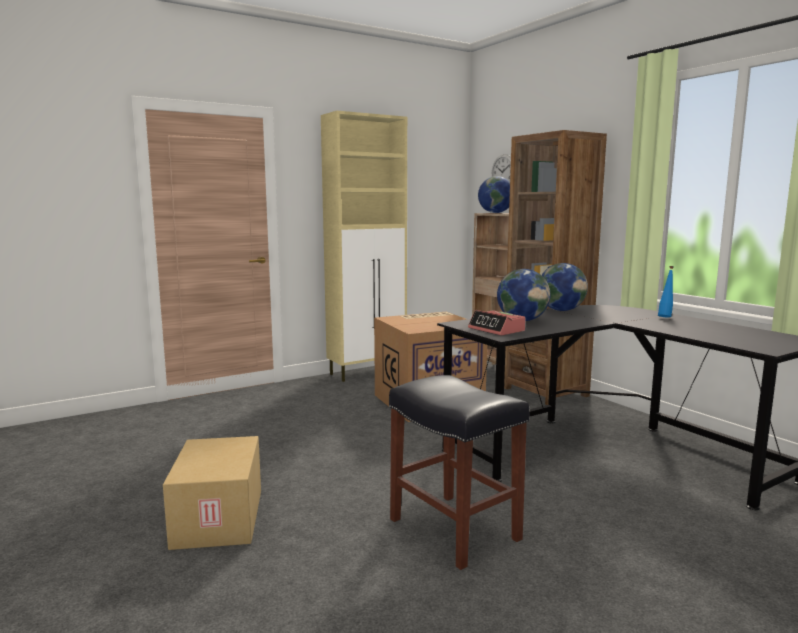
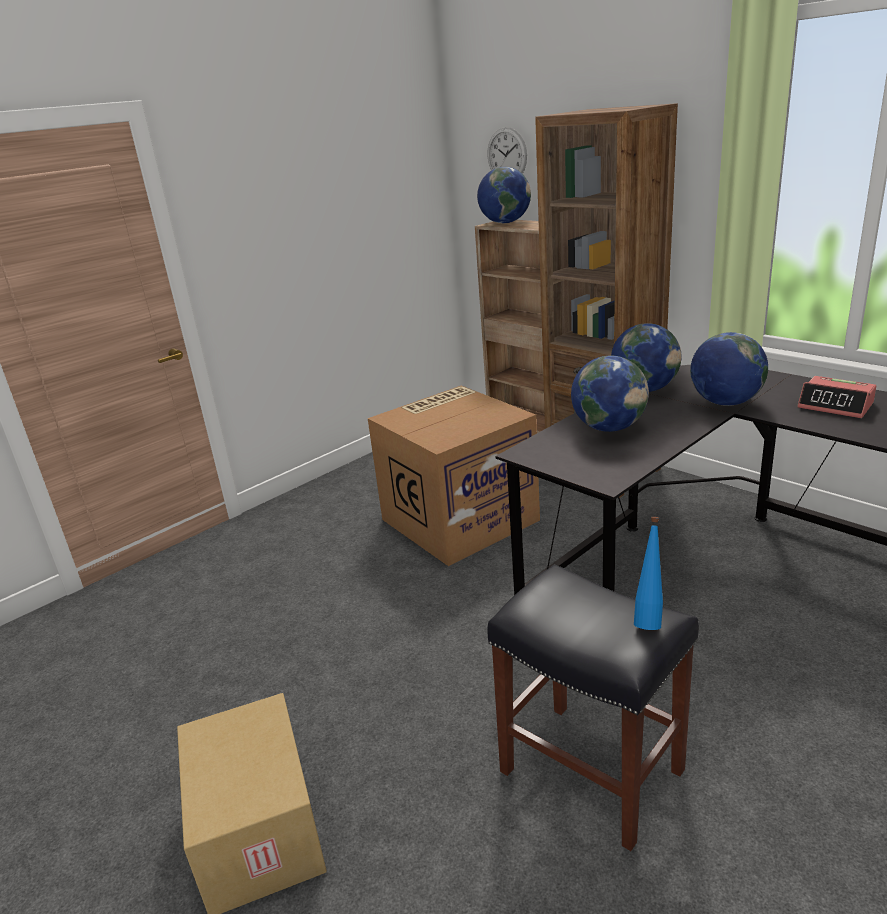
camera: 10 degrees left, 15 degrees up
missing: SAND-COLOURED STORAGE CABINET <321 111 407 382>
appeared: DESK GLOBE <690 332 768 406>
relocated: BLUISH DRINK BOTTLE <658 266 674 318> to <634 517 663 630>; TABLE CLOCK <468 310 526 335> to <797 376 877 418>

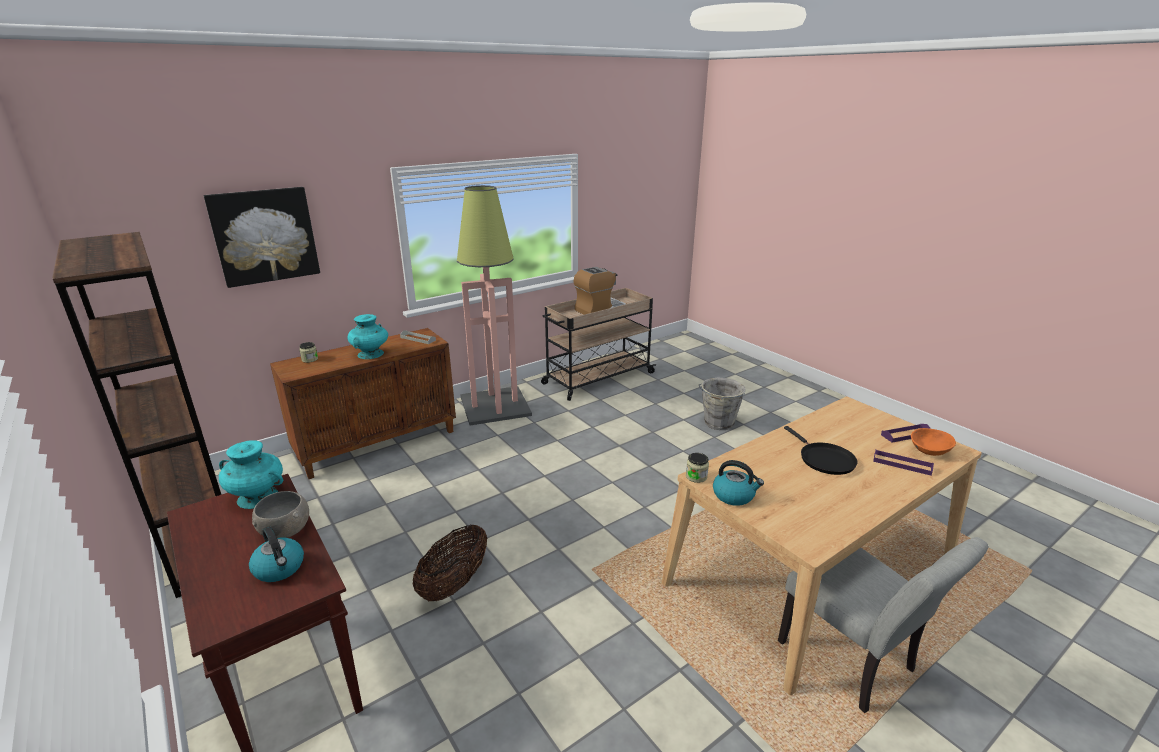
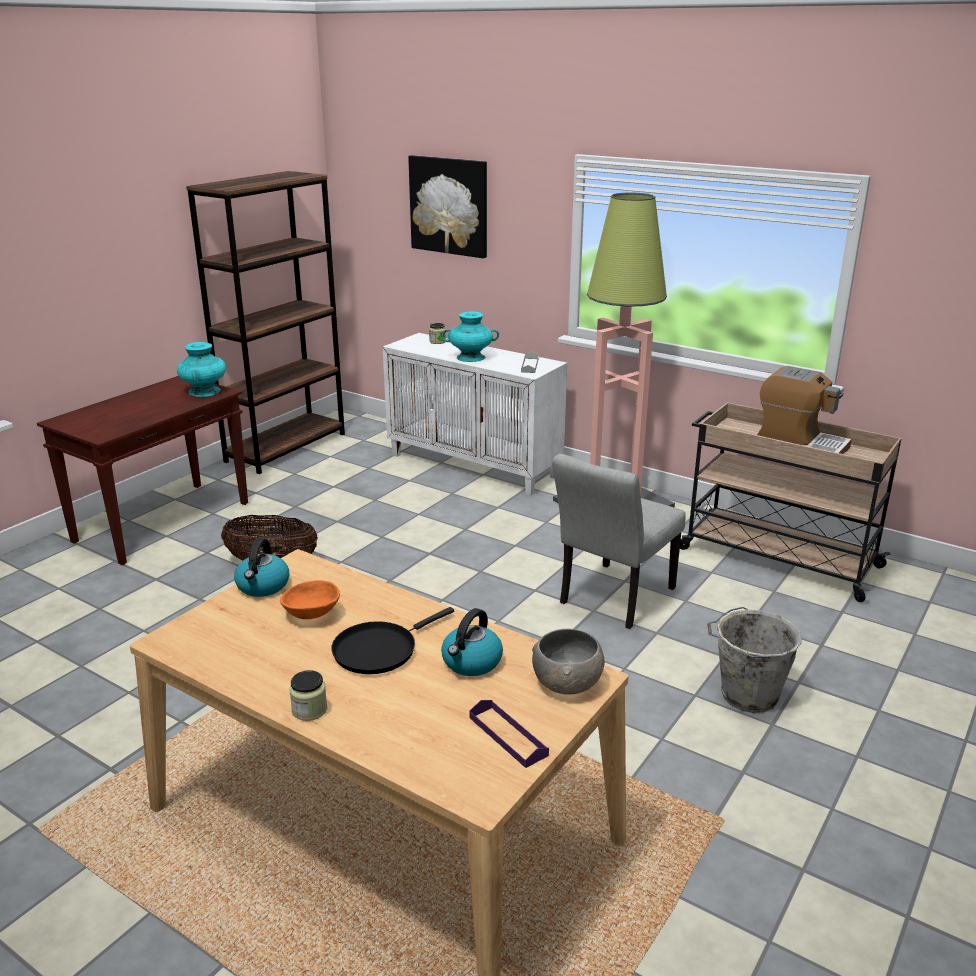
camera: 70 degrees right, 0 degrees up
missing: PURPLISH TRAY <873 450 934 476>
relocated: ORANGE DEEP DISH <911 428 956 456> to <280 580 340 619>; STORAGE JAR <686 453 709 483> to <289 670 327 721>; GRAY DEEP DISH <252 491 309 538> to <532 629 605 695>; TEA KETTLE <249 526 304 582> to <441 608 503 676>; GRAY PLAIN CHAIR <778 537 989 713> to <552 454 686 629>
colour: BROWNISH STORAGE CABINET <270 328 456 479> to WHITISH STORAGE CABINET <383 333 567 496>

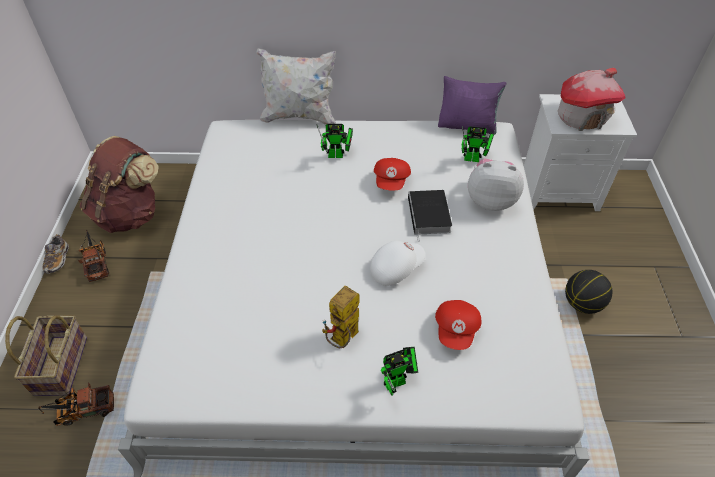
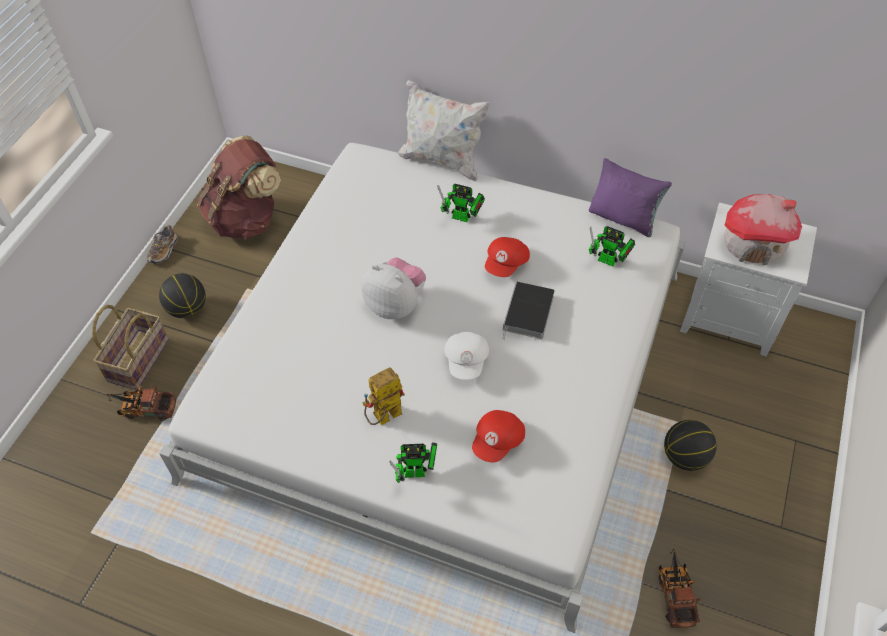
camera: 20 degrees right, 5 degrees up
appeared: BASKETBALL <159 273 206 318>
relocated: PLUSH TOY <468 159 524 211> to <361 258 426 319>; MODEL TRUCK <78 230 109 282> to <658 549 700 628>
spun: WHITISH BASEBALL CAP <370 241 425 286> = <444 332 489 380> 105 degrees clockwise

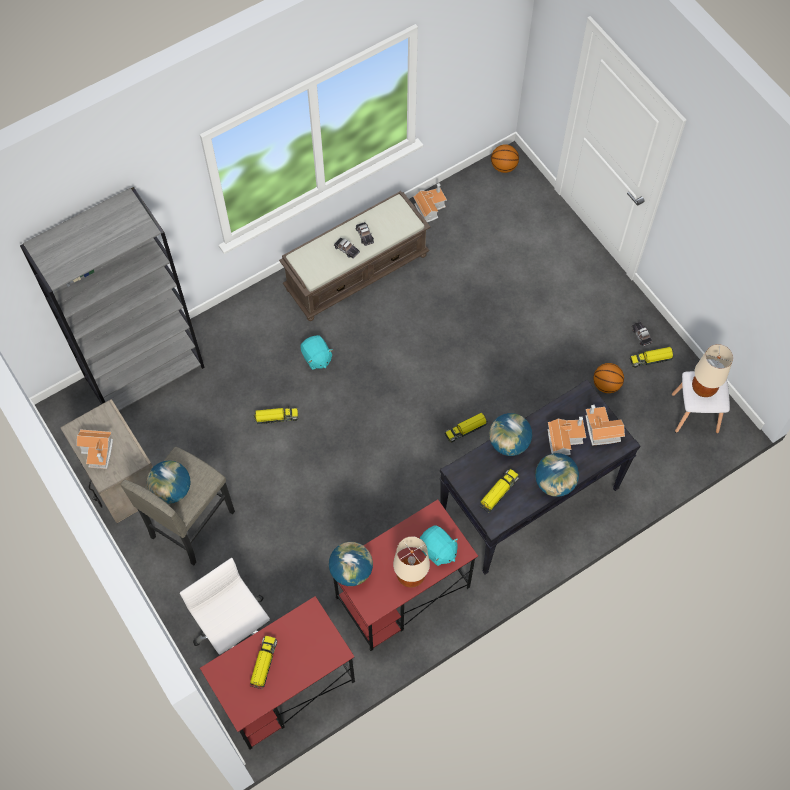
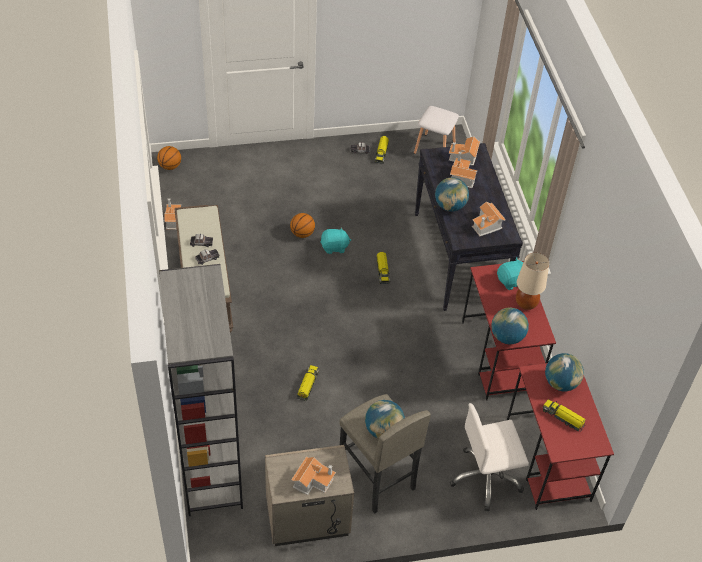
camera: 70 degrees left, 15 degrees down
missing: SAND-COLOURED LAMP FOR A TABLE <692 344 733 397>
relocated: TURQUOISE-COLOURED PLUSH TOY <301 335 333 370> to <320 227 351 254>; BASKETBALL <593 363 624 393> to <290 213 315 238>; DESK GLOBE <535 453 579 497> to <545 353 584 391>
exchanged: MODEL TRUCK <479 469 519 513> to TOY HOUSE <472 202 506 236>

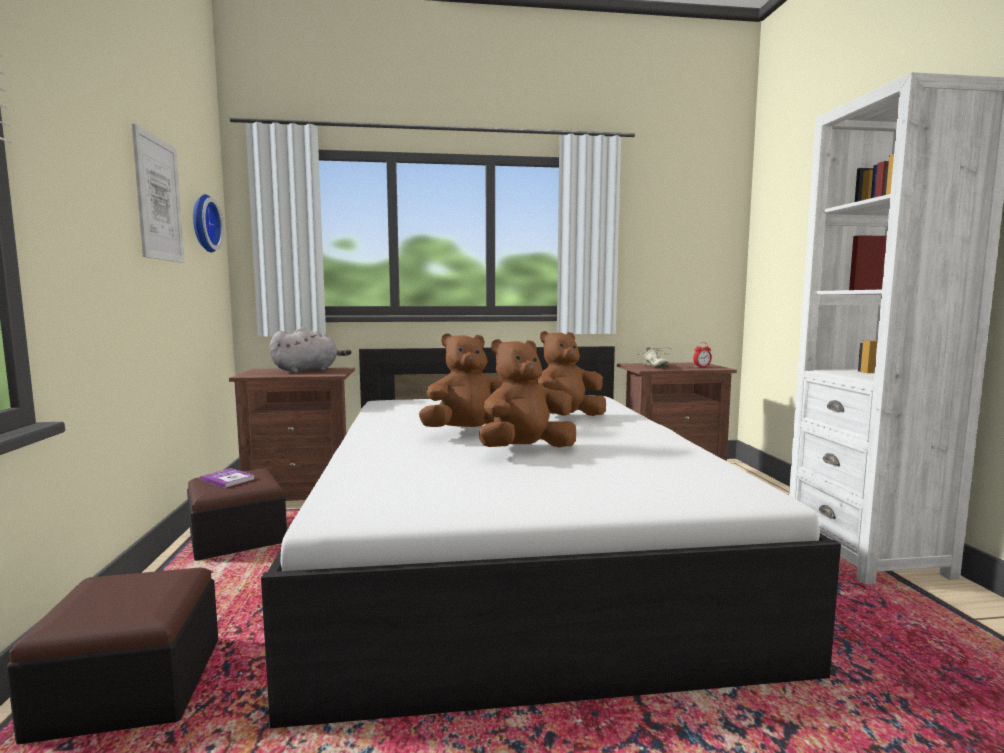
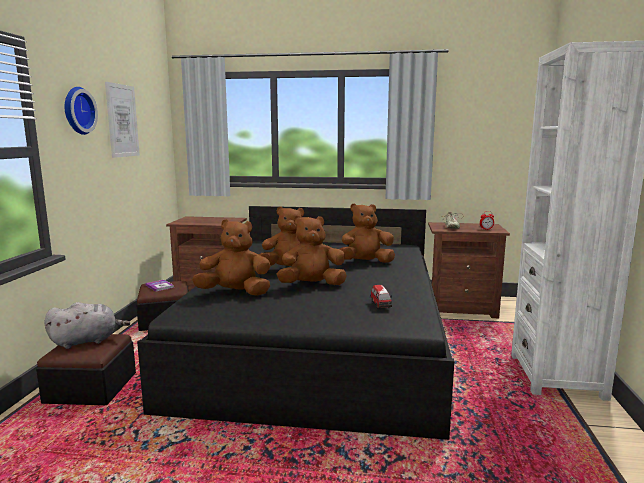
camera: 15 degrees right, 5 degrees up
appeared: BROWNISH PLUSH TOY <192 219 271 296>; MINIATURE CAR <371 285 392 309>
relocated: HANGING CLOCK <193 194 223 253> to <65 87 98 135>; GRAY PLUSH TOY <269 327 352 373> to <44 302 130 349>
colour: WHITISH BEDROOM BED <261 346 841 728> to BLACK-COLOURED BEDROOM BED <137 206 454 440>

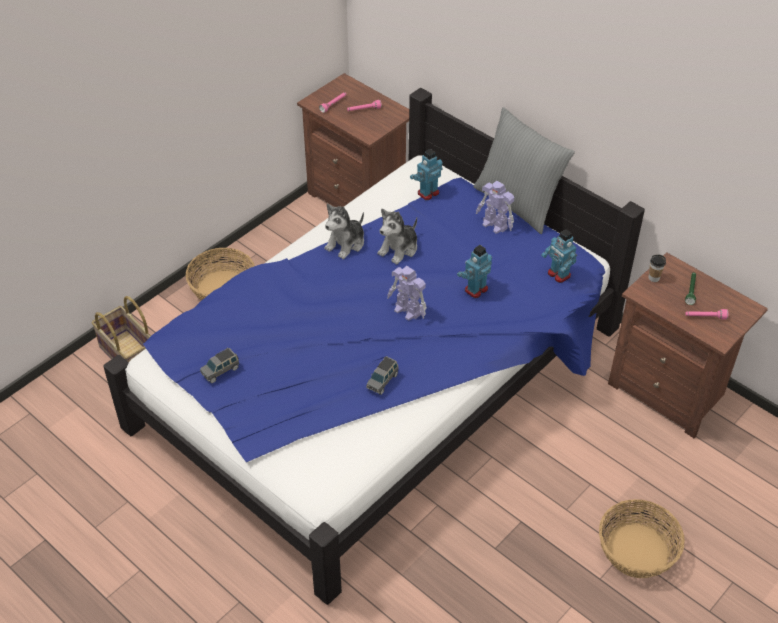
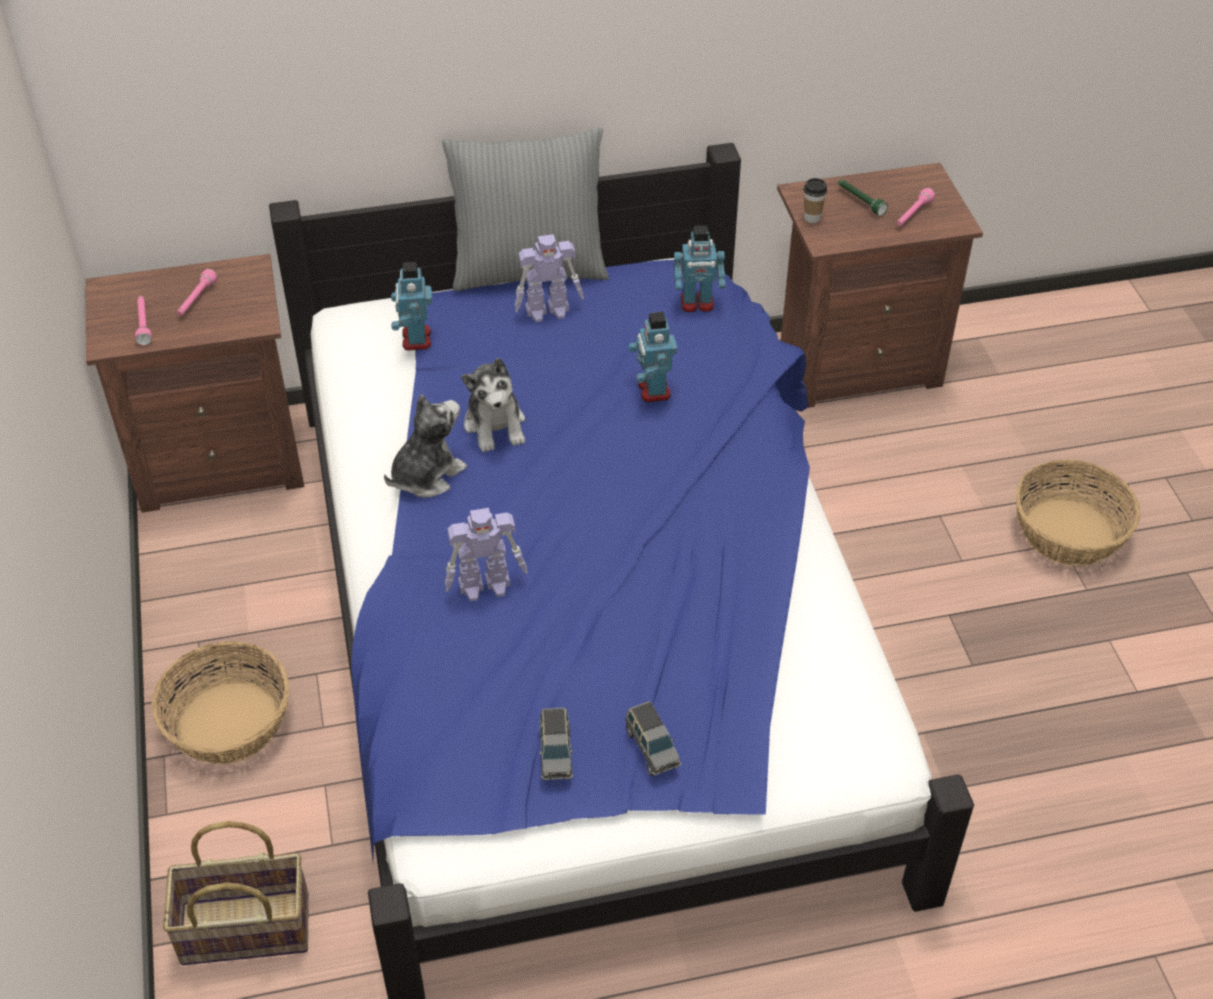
camera: 55 degrees left, 0 degrees up
relocated: TOY ROBOT <387 266 427 321> to <445 508 528 601>; GRAY MINIATURE CAR <366 356 399 395> to <626 701 681 776>
spun: PLUSH TOY <324 204 364 259> = <384 394 467 498> 120 degrees counterclockwise

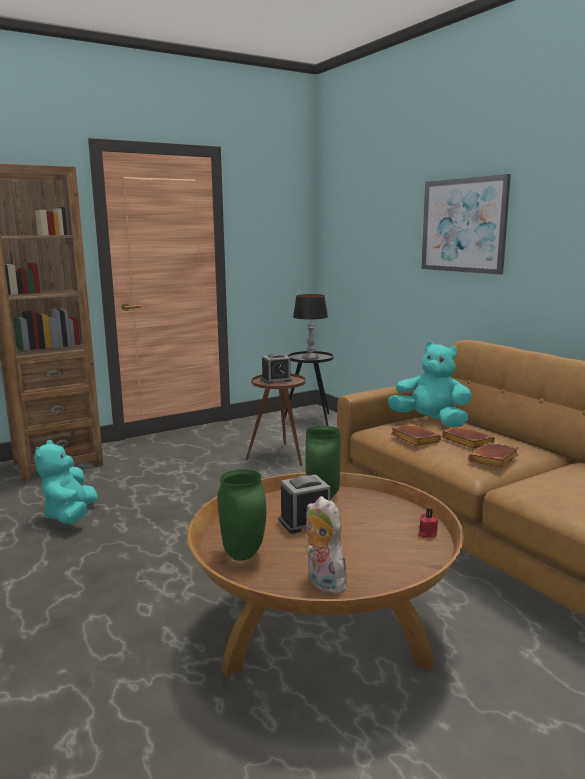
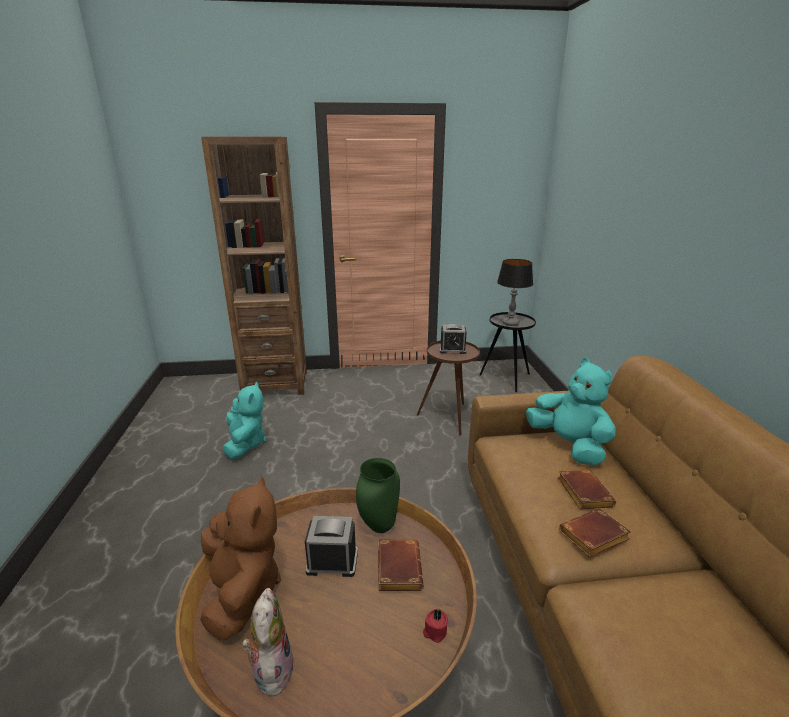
camera: 25 degrees right, 10 degrees up
missing: PICTURE <421 174 511 275>
relocated: BROWNISH BOUND BOOK <391 424 441 446> to <378 539 424 591>
exchanged: GREENISH VASE <218 469 266 561> to BROWNISH PLUSH TOY <200 476 281 640>
spun: TURQUOISE-COLOURED PLUSH TOY <34 440 98 524> = <222 382 266 459> 150 degrees clockwise

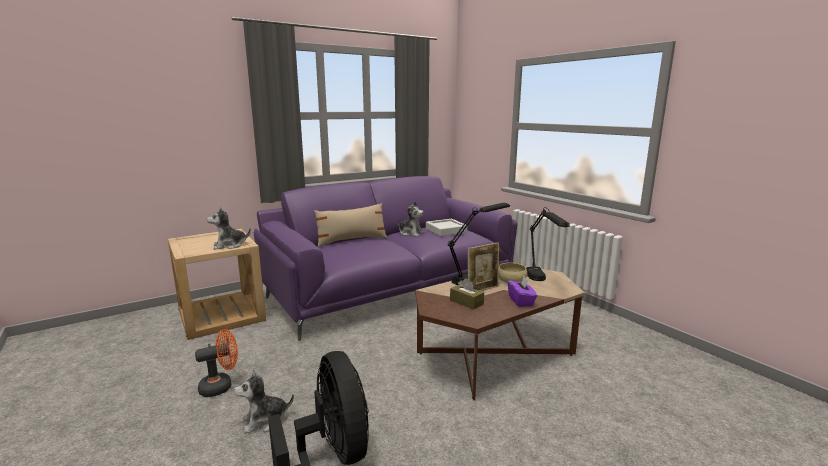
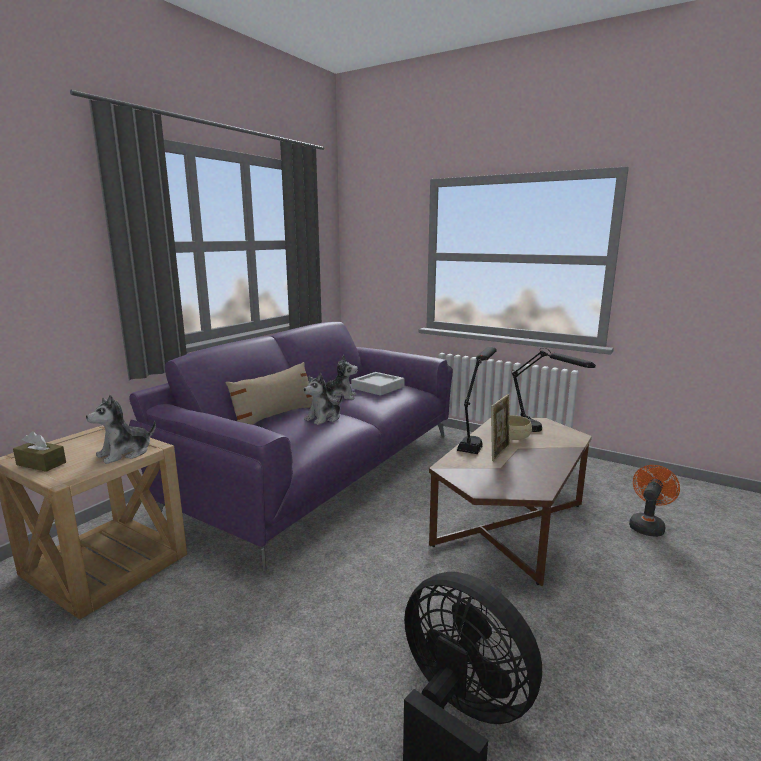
camera: 25 degrees left, 0 degrees up
missing: PURPLISH BOX OF TISSUES <508 276 537 307>
relocated: BROWNISH BOX OF TISSUES <450 278 484 310> to <13 431 66 472>; ORANGE FAN <195 329 238 397> to <629 465 680 537>; PLUSH TOY <234 369 294 434> to <303 373 342 425>

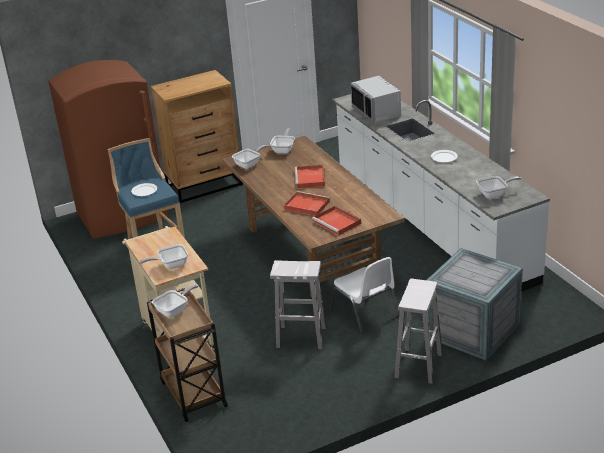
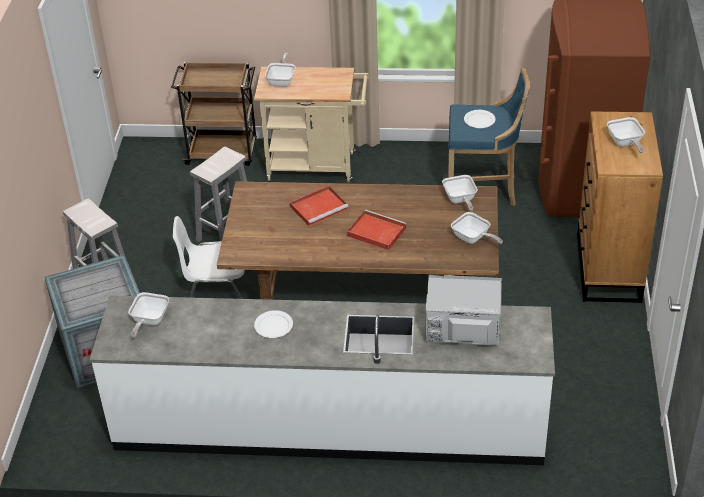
camera: 120 degrees right, 10 degrees up
missing: RED TRAY <312 206 361 236>
relocated: PAN <152 284 198 318> to <607 117 645 153>

